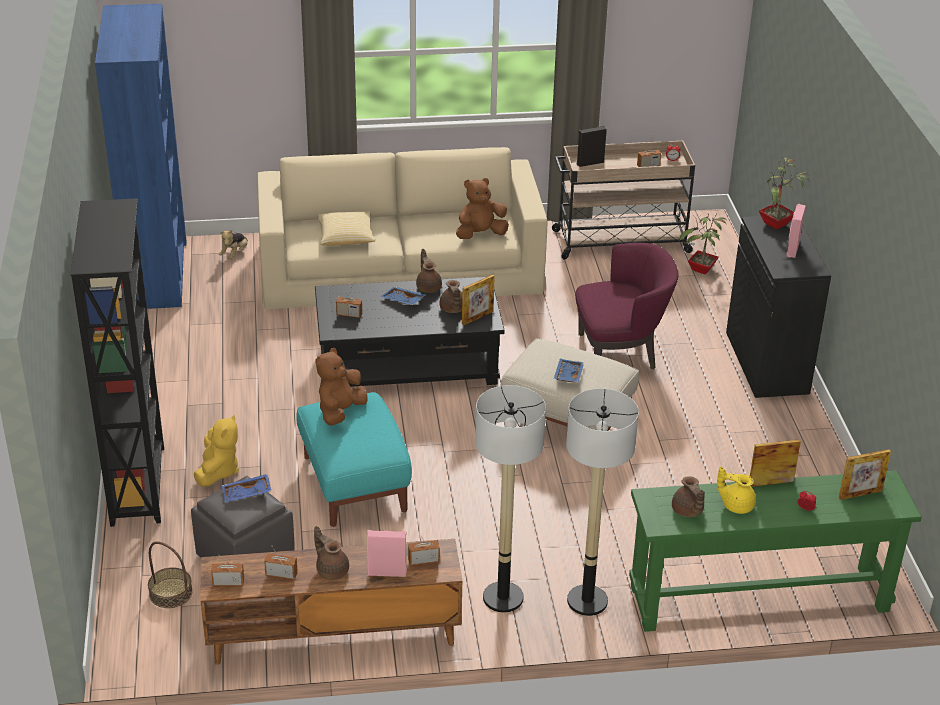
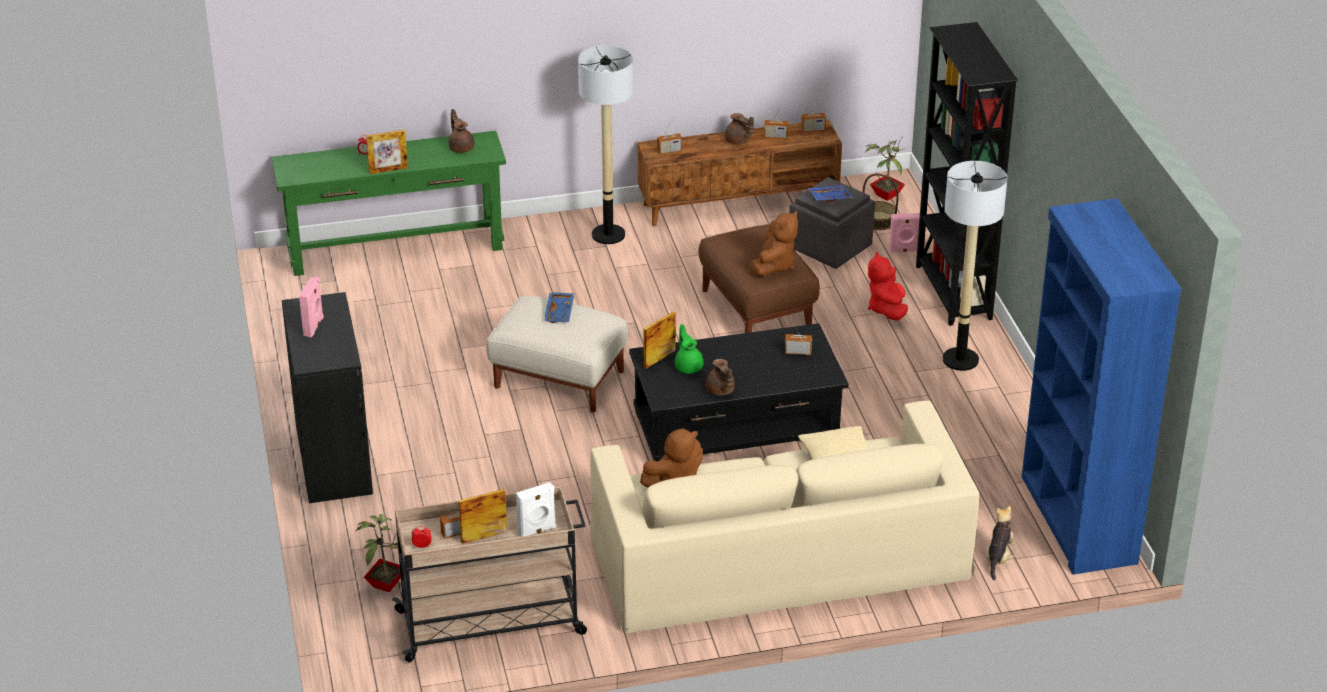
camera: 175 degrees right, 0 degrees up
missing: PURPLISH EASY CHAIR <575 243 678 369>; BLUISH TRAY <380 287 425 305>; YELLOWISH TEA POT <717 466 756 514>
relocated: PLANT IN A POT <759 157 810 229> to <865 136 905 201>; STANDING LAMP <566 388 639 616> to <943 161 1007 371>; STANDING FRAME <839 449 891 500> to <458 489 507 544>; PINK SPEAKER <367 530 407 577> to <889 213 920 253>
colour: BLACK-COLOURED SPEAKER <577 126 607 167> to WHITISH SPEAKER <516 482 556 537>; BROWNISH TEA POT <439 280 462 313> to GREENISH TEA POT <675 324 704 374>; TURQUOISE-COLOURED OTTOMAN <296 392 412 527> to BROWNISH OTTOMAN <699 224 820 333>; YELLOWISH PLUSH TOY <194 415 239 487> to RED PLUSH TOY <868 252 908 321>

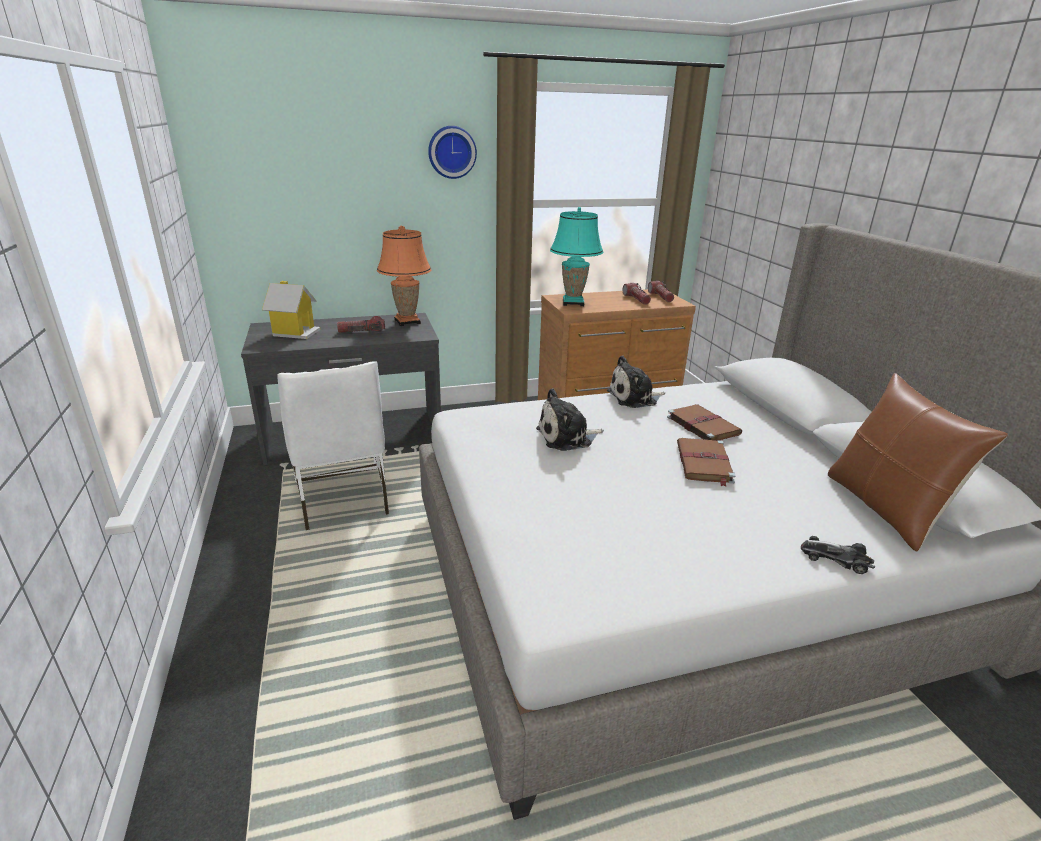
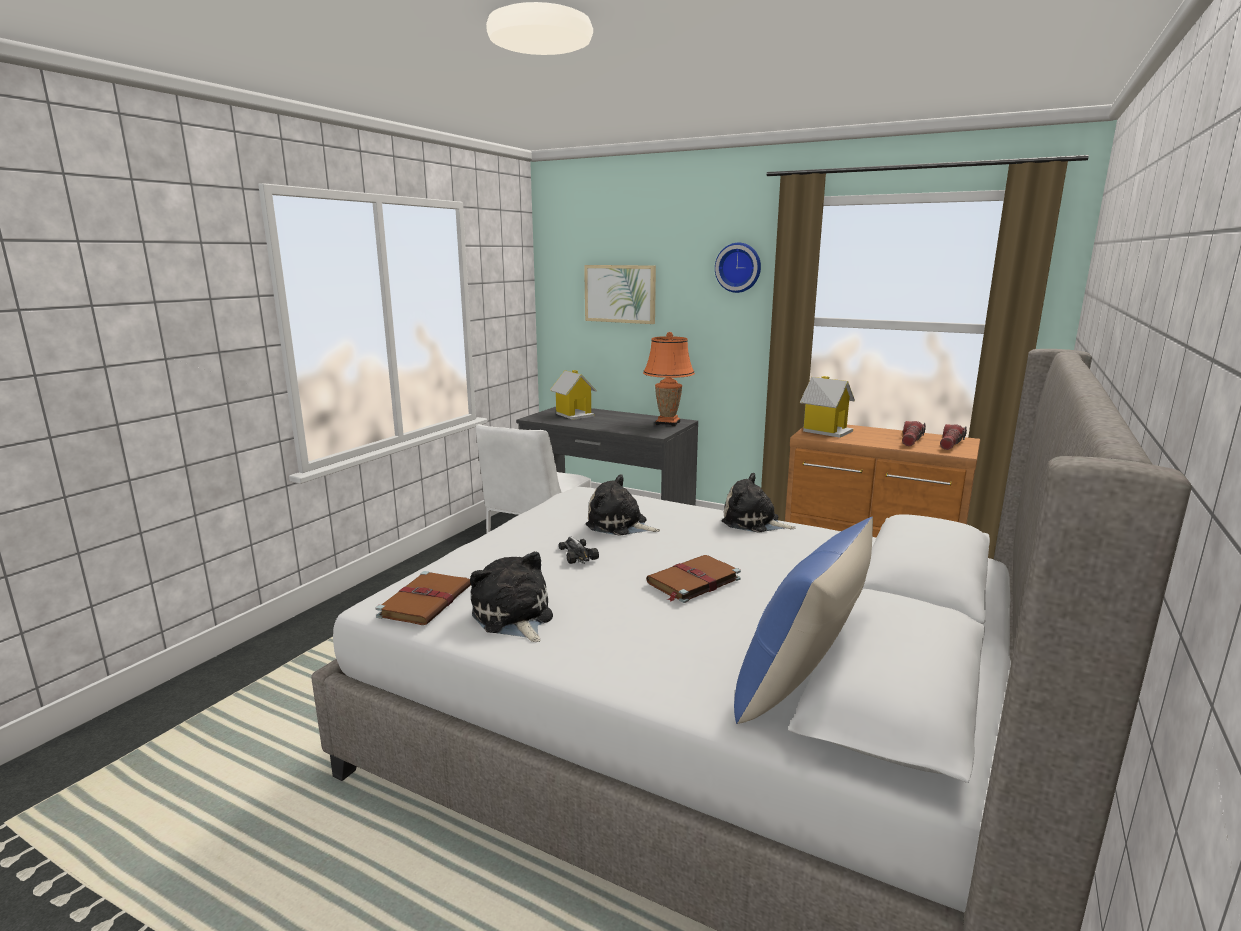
camera: 45 degrees right, 10 degrees down
missing: FLASHLIGHT <337 316 385 333>
appeared: PICTURE <584 265 656 324>; PLUSH TOY <470 551 553 642>
relocated: BROWNISH BOUND BOOK <667 404 742 441> to <375 571 471 625>; MINIATURE CAR <801 536 875 574> to <559 536 599 564>
exchanged: TURQUOISE-COLOURED LAMP FOR A TABLE <550 207 603 306> to TOY HOUSE <800 376 855 438>
colour: BROWNISH PILLOW <828 373 1008 551> to BLUISH PILLOW <734 516 873 724>

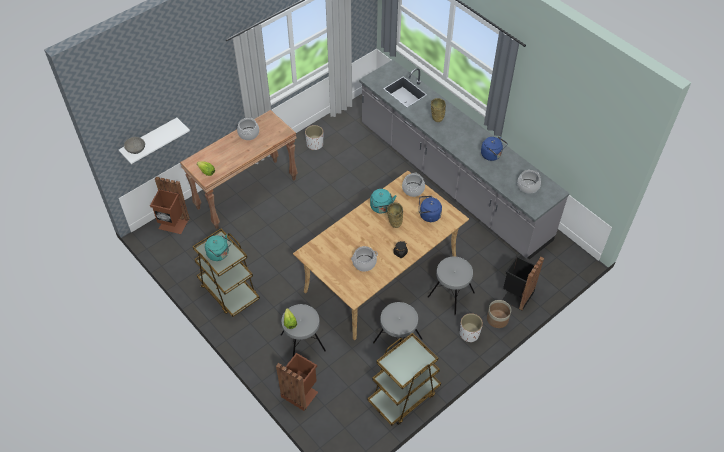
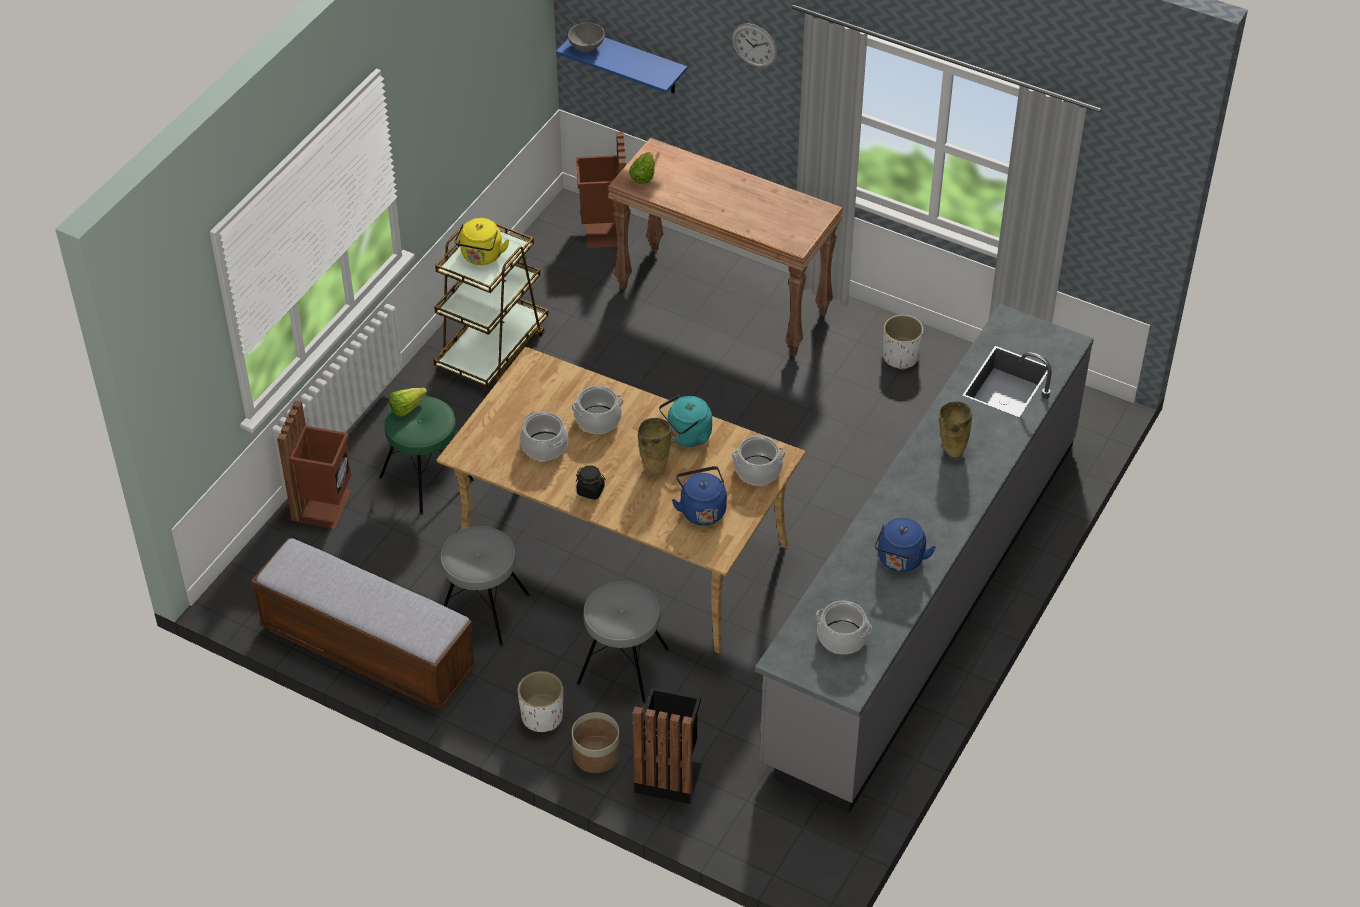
camera: 70 degrees right, 5 degrees down
appeared: HANGING CLOCK <732 24 777 67>
relocated: COOKING POT <237 117 259 140> to <571 386 624 434>
exchanged: BROWNISH CART <368 333 441 426> to BENCH <251 538 476 710>
colour: WHITISH SHELF <119 118 190 164> to BLUISH SHELF <556 37 687 93>; TURQUOISE-COLOURED TEA KETTLE <205 235 232 261> to YELLOWISH TEA KETTLE <455 218 509 265>; GRAY STOOL <281 304 326 356> to GREENISH STOOL <379 396 474 515>

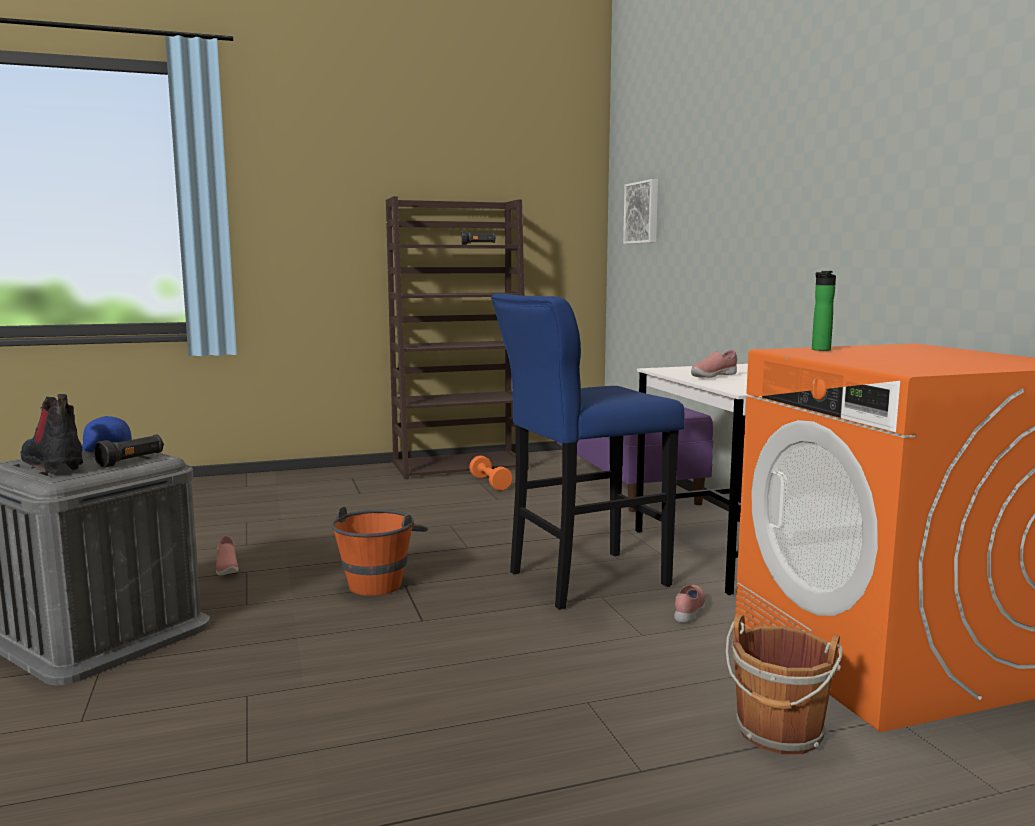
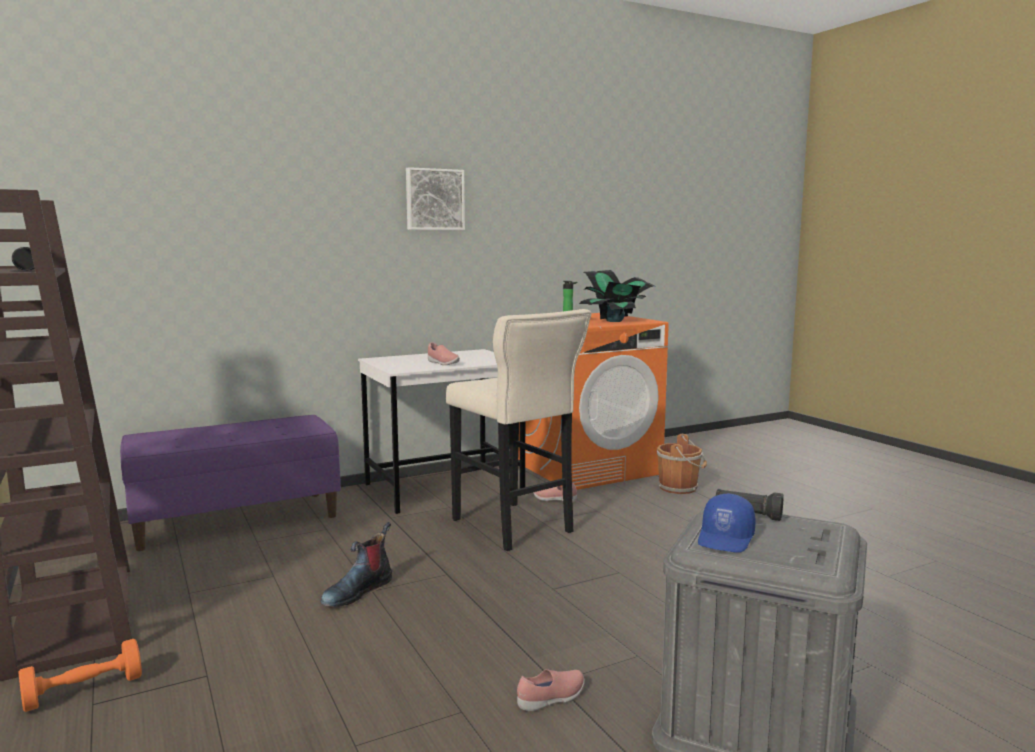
camera: 100 degrees left, 0 degrees up
missing: ORANGE BUCKET <331 507 428 596>
appeared: PLANT IN A POT <579 270 655 322>
relocated: PICTURE <623 179 658 244> to <406 167 465 230>; HIGH-TOP BOOT <20 394 83 473> to <320 522 392 607>; ORANGE DUMBBELL <469 456 513 491> to <18 639 142 712>
colour: BLUISH STOOL <491 293 685 610> to SAND-COLOURED STOOL <446 309 591 551>

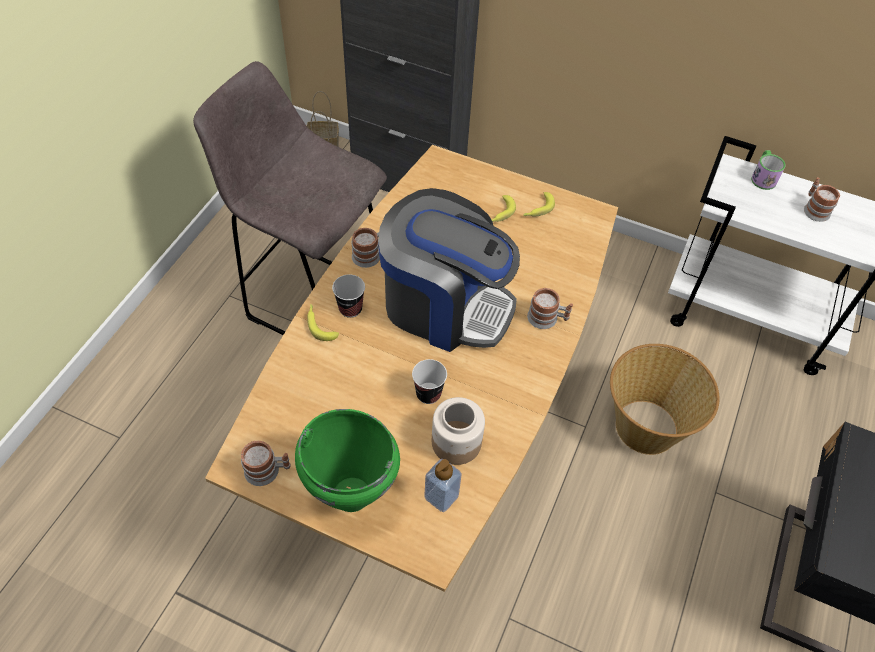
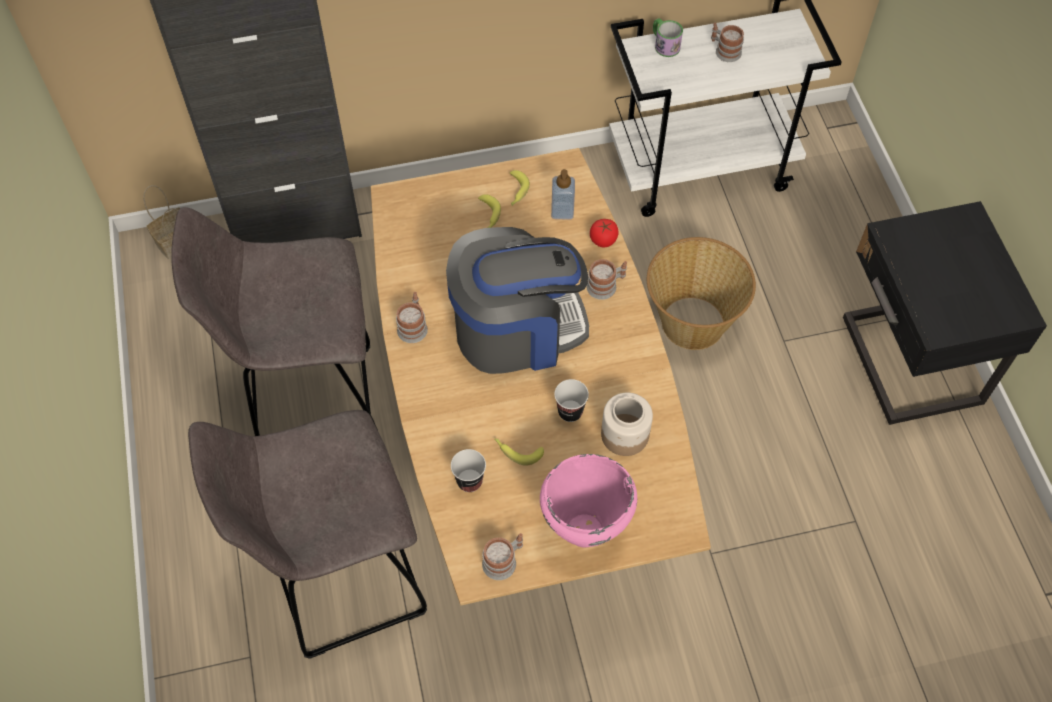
camera: 35 degrees left, 5 degrees up
appeared: TOMATO <590 219 618 247>; GRAY STOOL <188 410 427 659>
relocated: CUP <332 274 365 318> to <451 449 486 492>; WHOLE BANANA <307 304 339 341> to <495 439 544 466>; SOAP BOTTLE <424 459 462 512> to <551 169 575 220>
colour: GREENISH COOKING POT <295 409 400 512> to PINK COOKING POT <540 454 637 548>

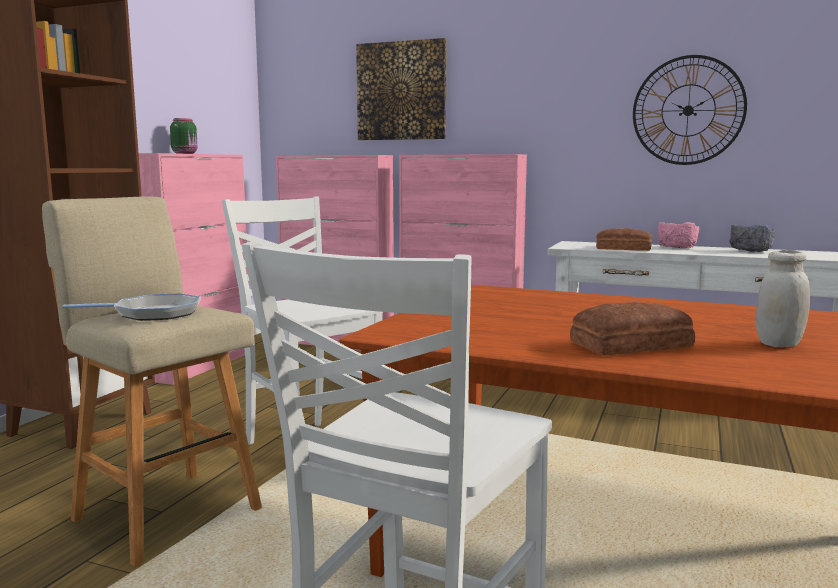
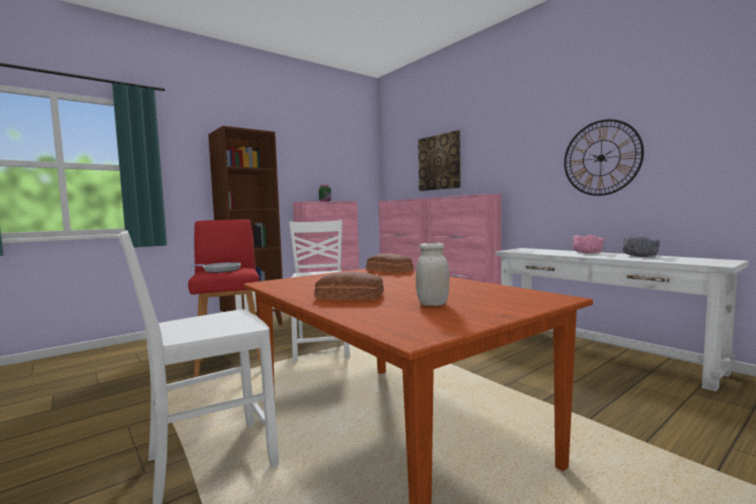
camera: 30 degrees right, 5 degrees down
relocated: BAKED BREAD <596 228 652 251> to <366 254 414 274>
colour: SAND-COLOURED STOOL <42 196 262 567> to RED STOOL <188 219 261 377>

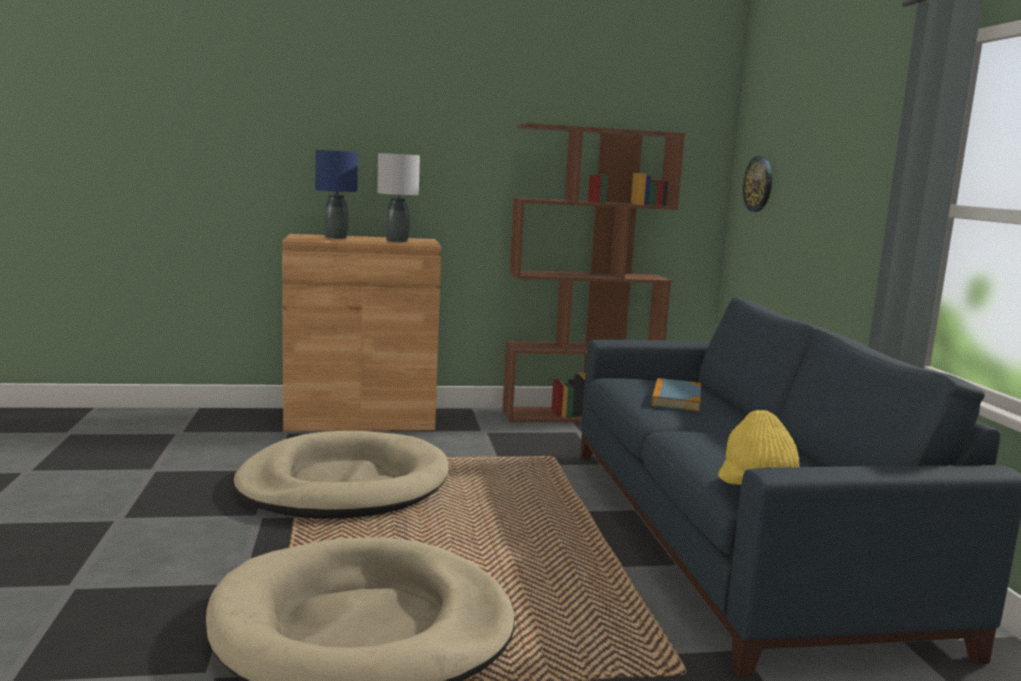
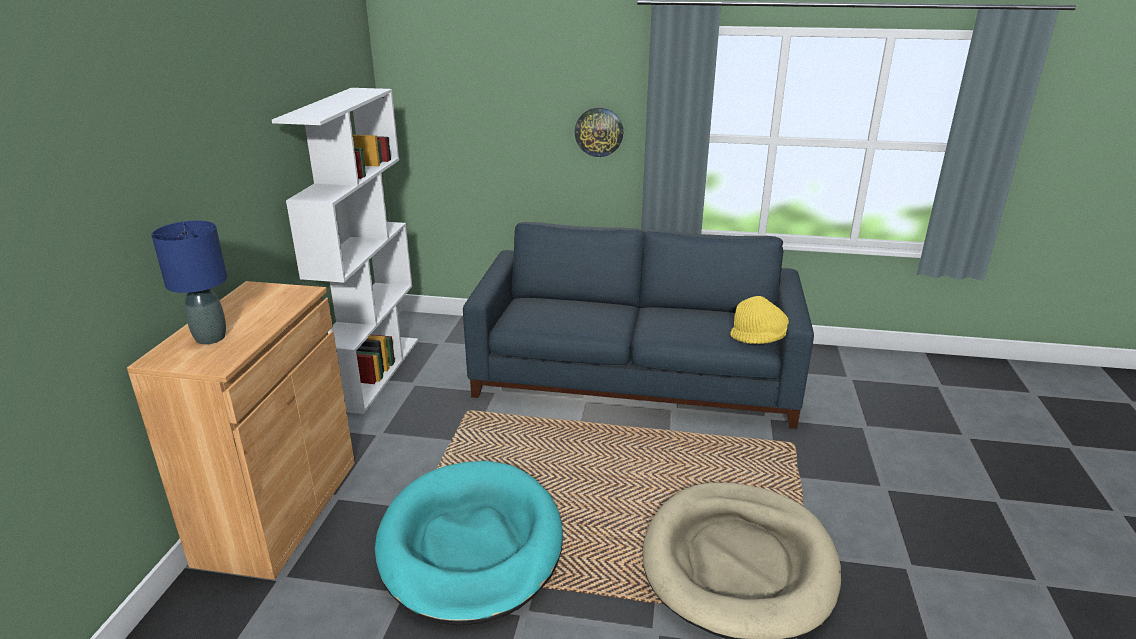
camera: 70 degrees left, 15 degrees up
missing: GRAY LAMP FOR A TABLE <377 153 420 242>; BOUND BOOK <651 378 701 411>
relocated: HANGING CLOCK <743 156 772 212> to <575 107 623 157>
colour: BROWNISH BOOKCASE <502 123 685 422> to WHITISH BOOKCASE <272 88 418 414>; SAND-COLOURED DOG BED <233 431 449 519> to TURQUOISE-COLOURED DOG BED <375 461 563 626>

